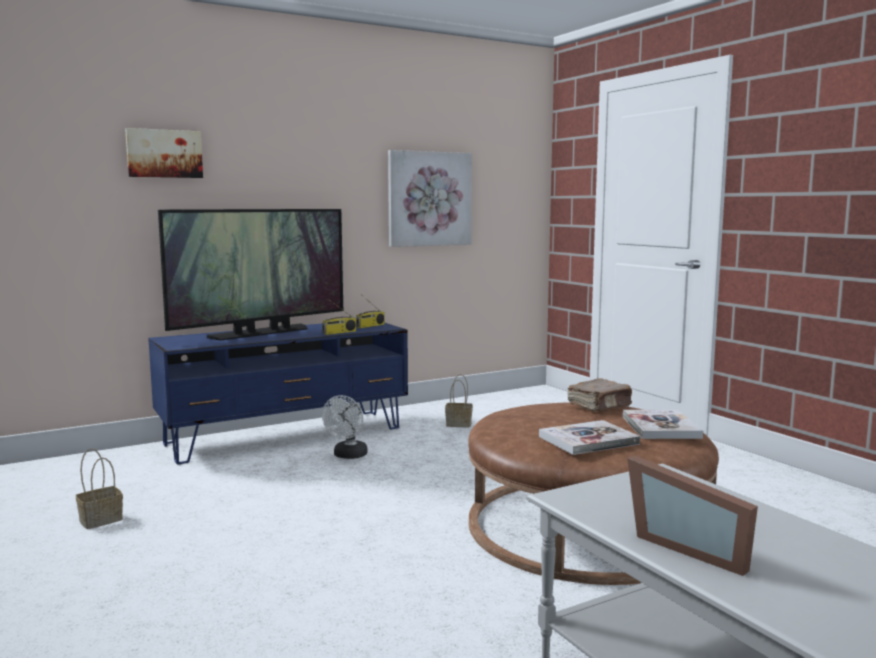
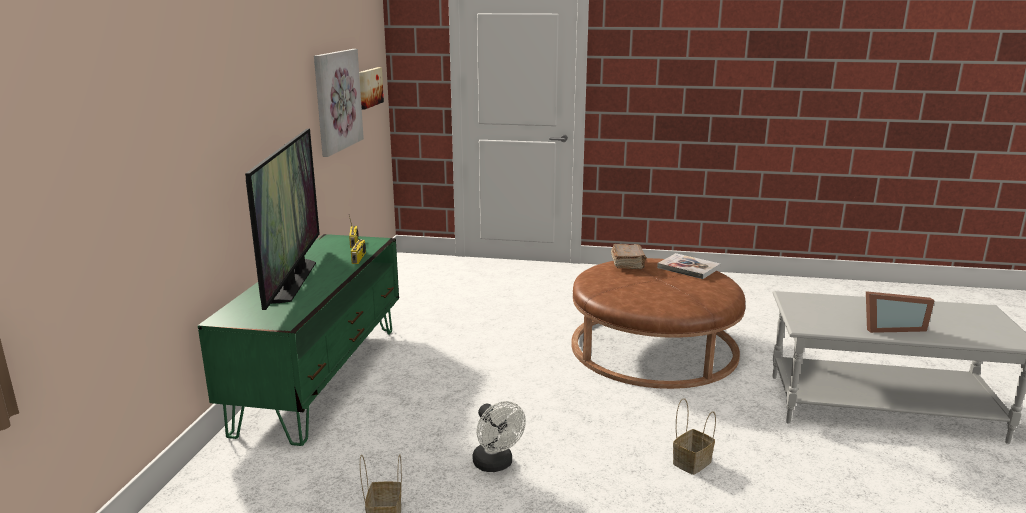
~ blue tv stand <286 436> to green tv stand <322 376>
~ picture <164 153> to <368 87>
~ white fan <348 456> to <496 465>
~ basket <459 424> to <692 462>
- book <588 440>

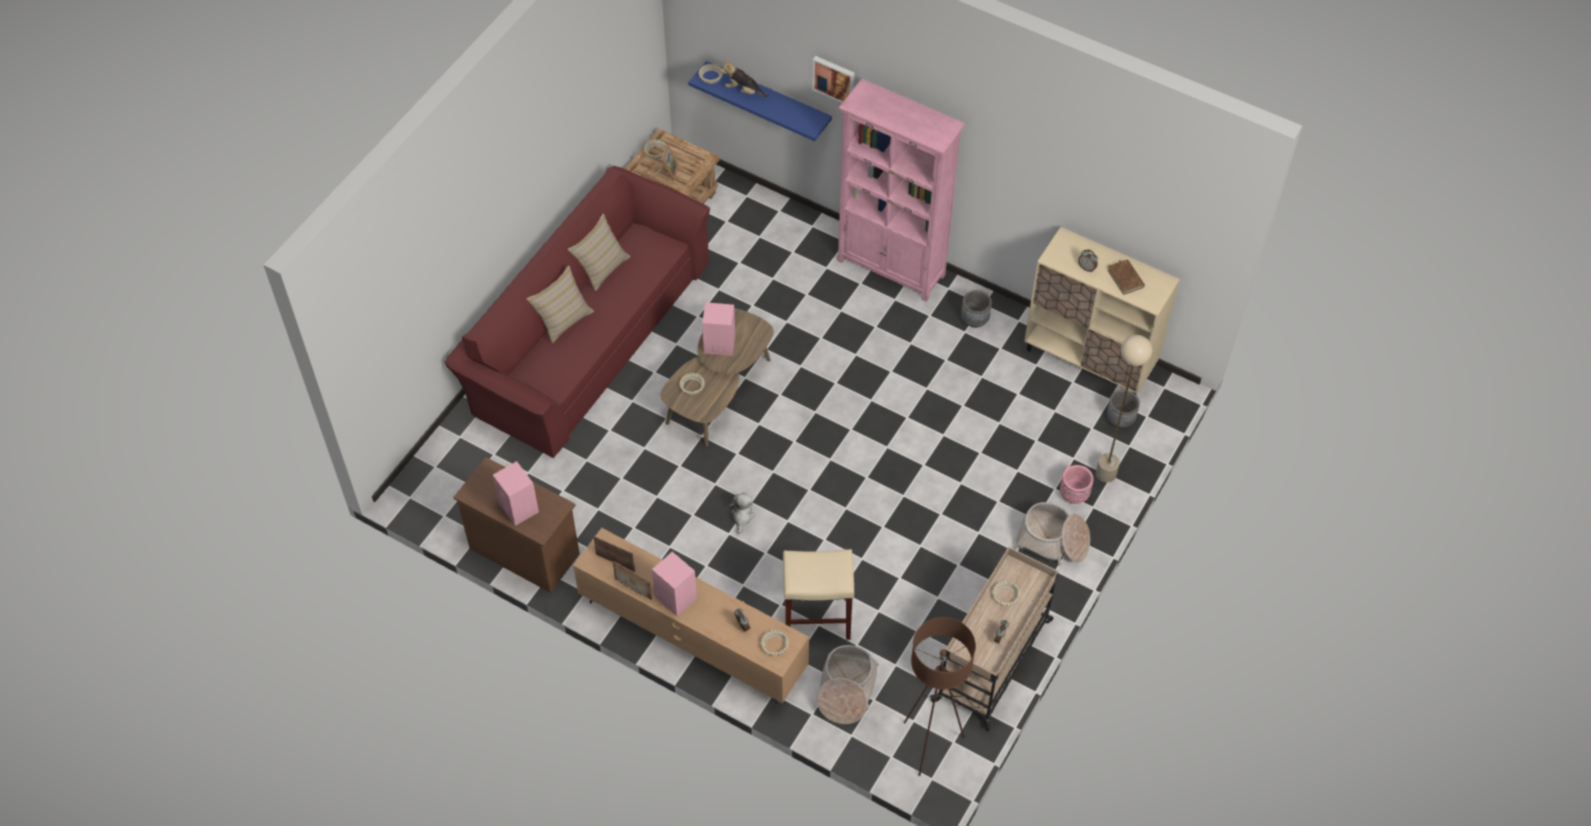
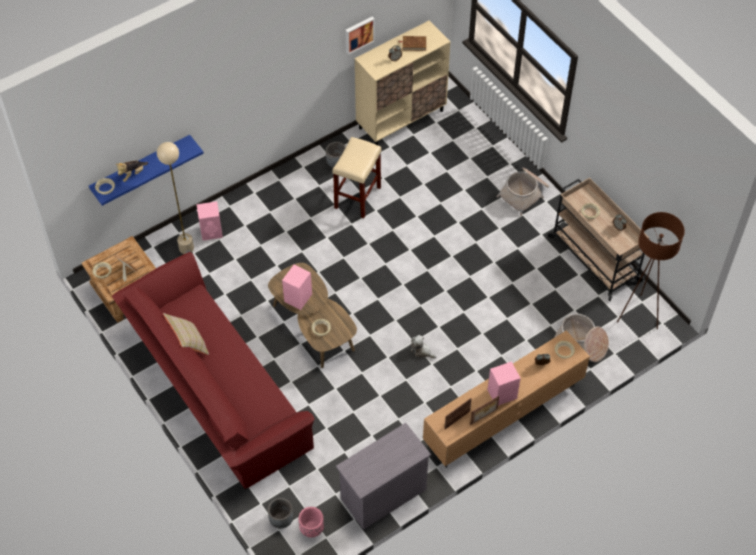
~ beige floor lamp <1106 473> to <186 248>
~ pink speaker <519 508> to <212 231>
~ grey planter <1120 419> to <281 520>
~ pink planter <1074 494> to <311 528>
~ beige stool <816 619> to <357 198>
~ brown dresser <524 551> to grey dresser <383 494>
~ picture <834 79> to <359 34>
- beige pillow <563 319>
- pink bookcase <891 268>

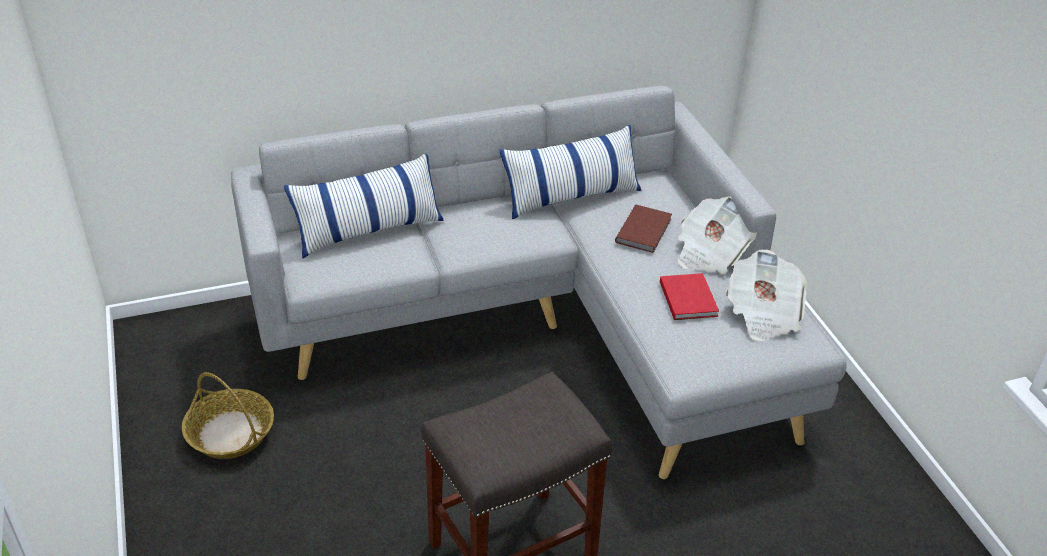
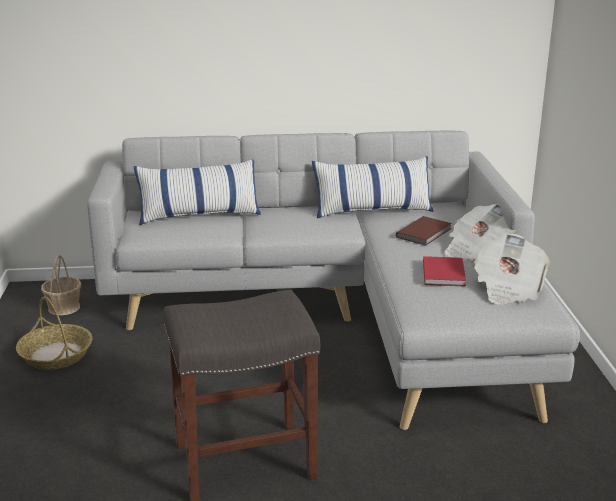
+ basket <64 307>

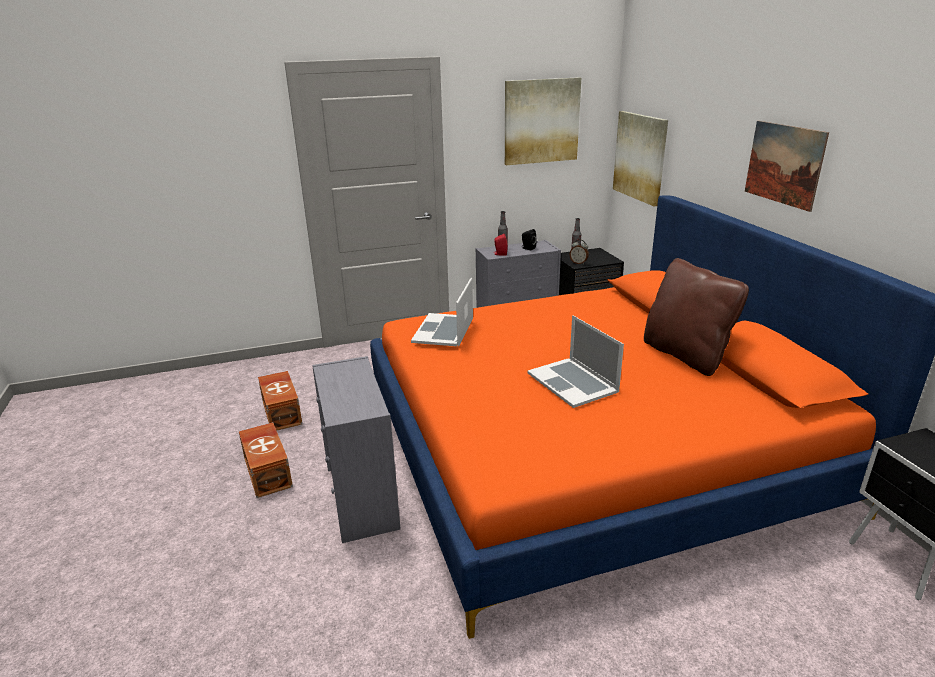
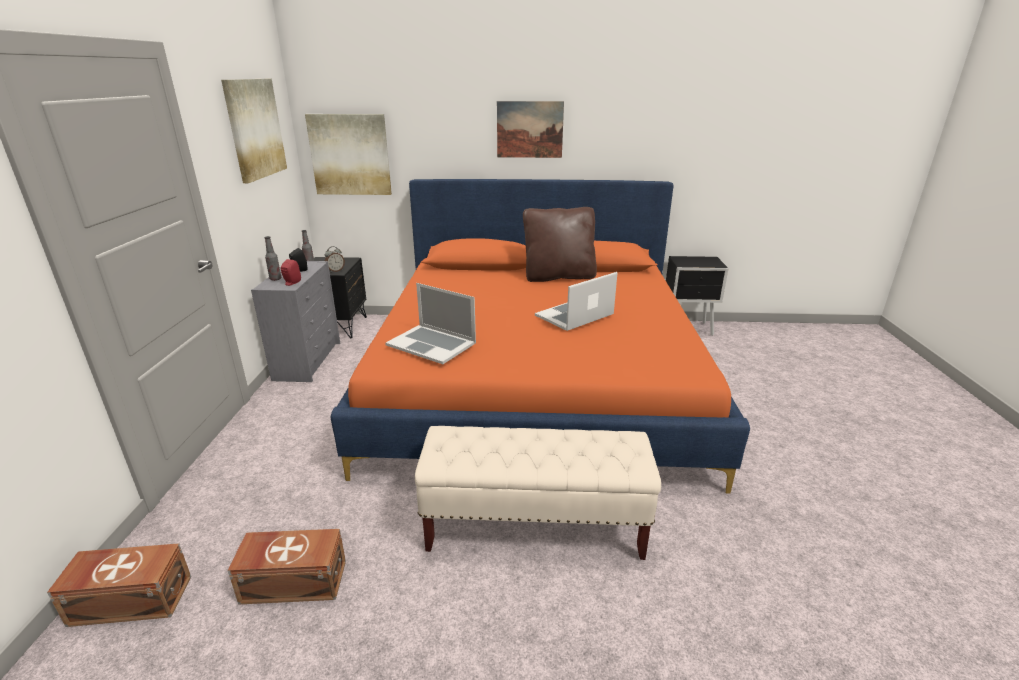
~ brown storage box <268 471> to <130 599>
~ grey dresser <362 498> to beige bench <535 526>
~ laptop <572 382> = <575 315> 150 degrees clockwise

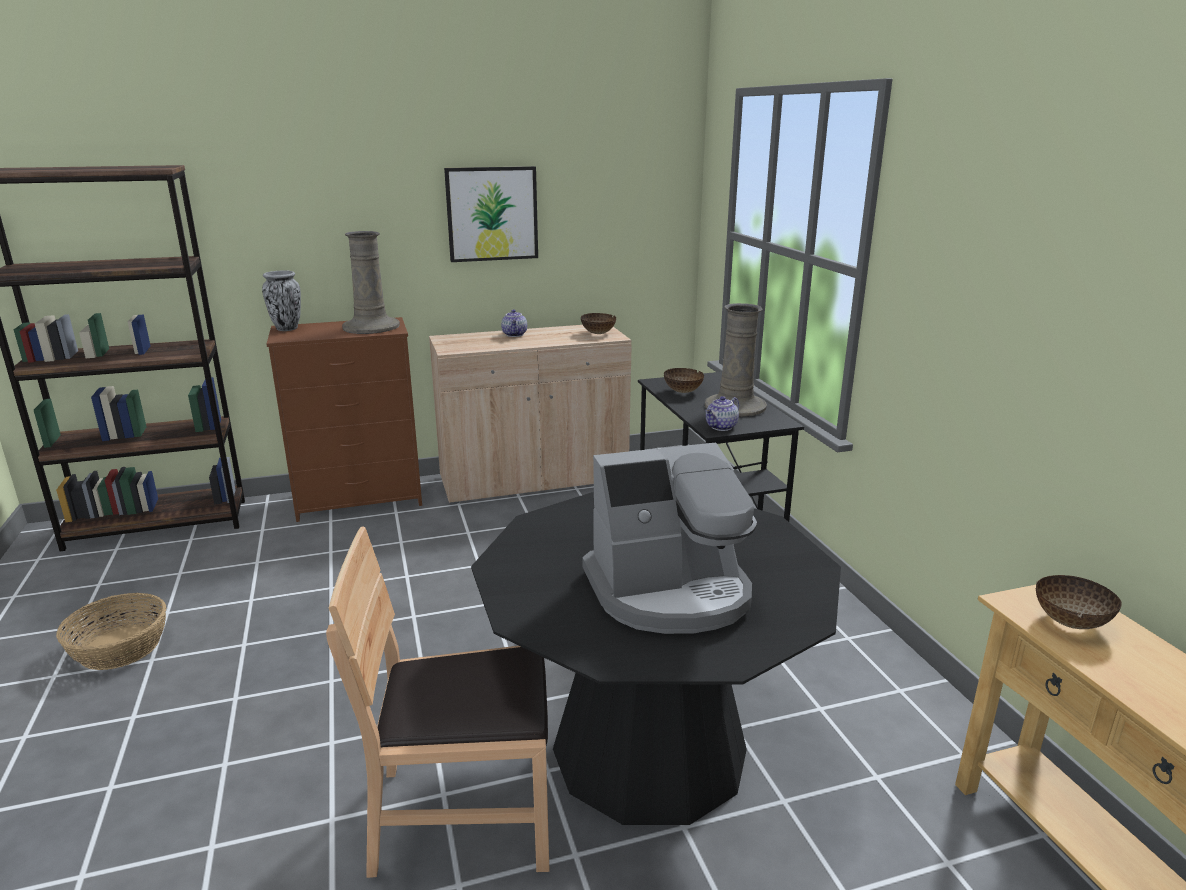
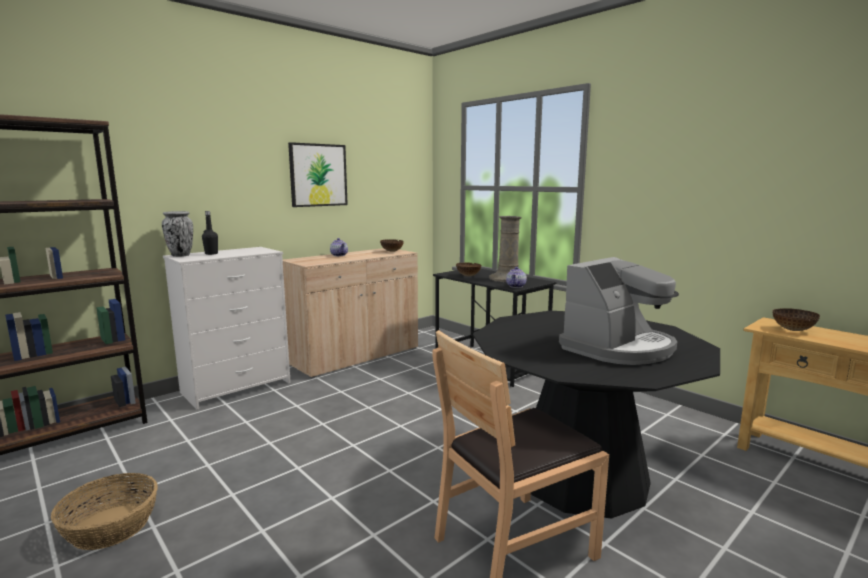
~ brown dresser <360 499> to white dresser <237 387>
+ black bottle <211 253>
- beige vase <370 327>

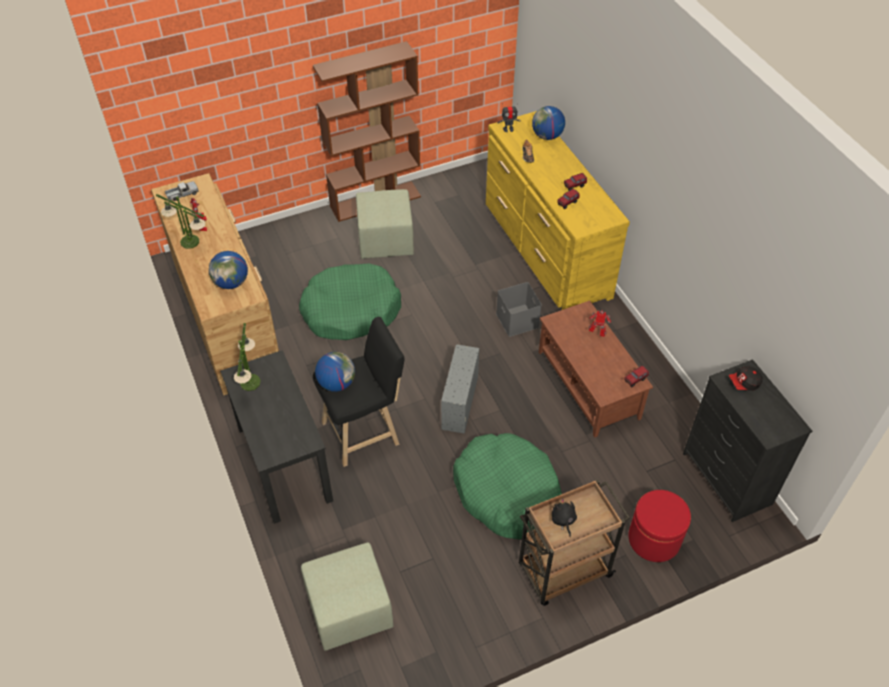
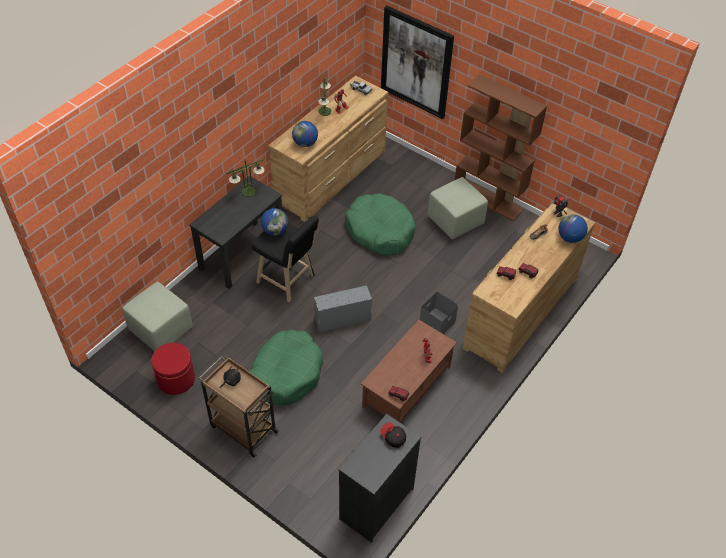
~ red ottoman <654 539> to <176 379>
+ picture <416 62>
~ yellow dresser <545 249> to brown dresser <520 312>

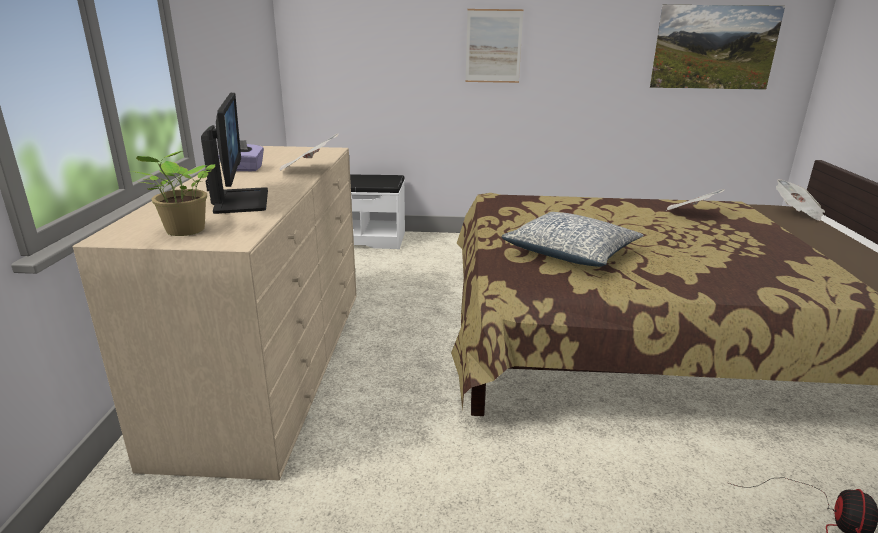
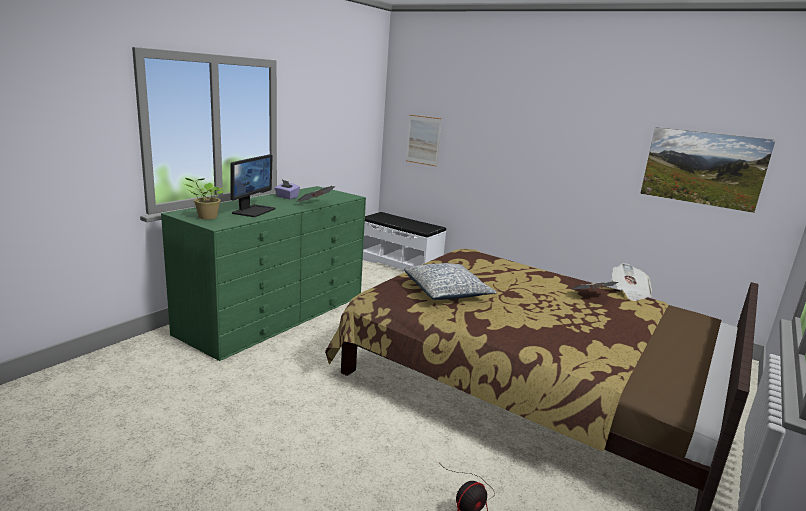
~ beige dresser <272 363> to green dresser <276 313>
~ picture <493 46> to <423 140>
~ newspaper <797 213> to <629 293>

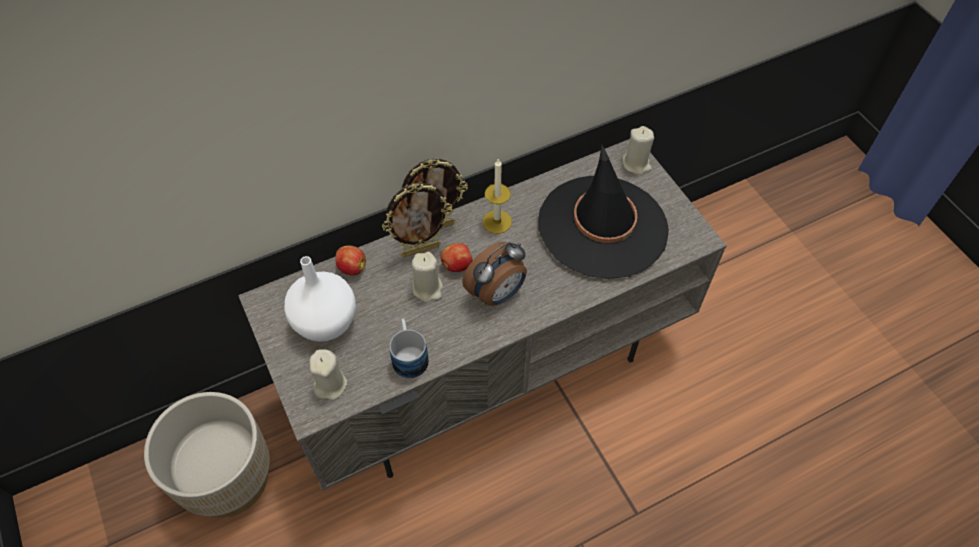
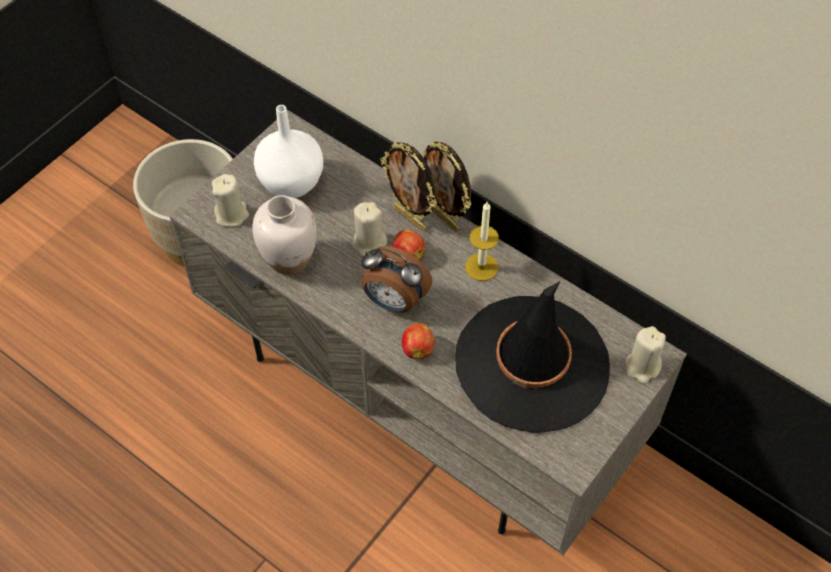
~ mug <409 355> to white vase <289 259>
~ apple <351 267> to <418 348>

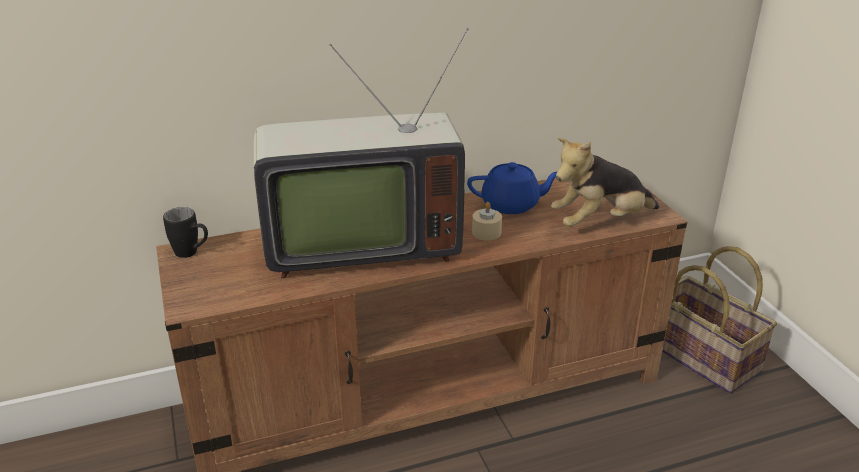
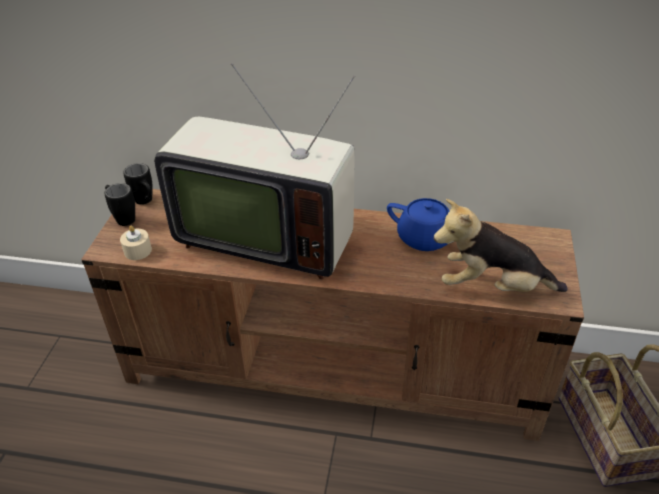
+ black mug <122 217>
~ beige candle <486 232> to <137 251>

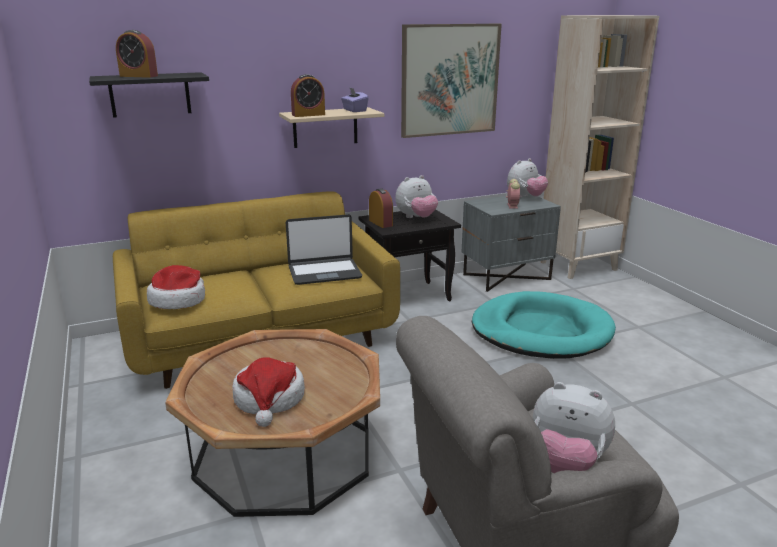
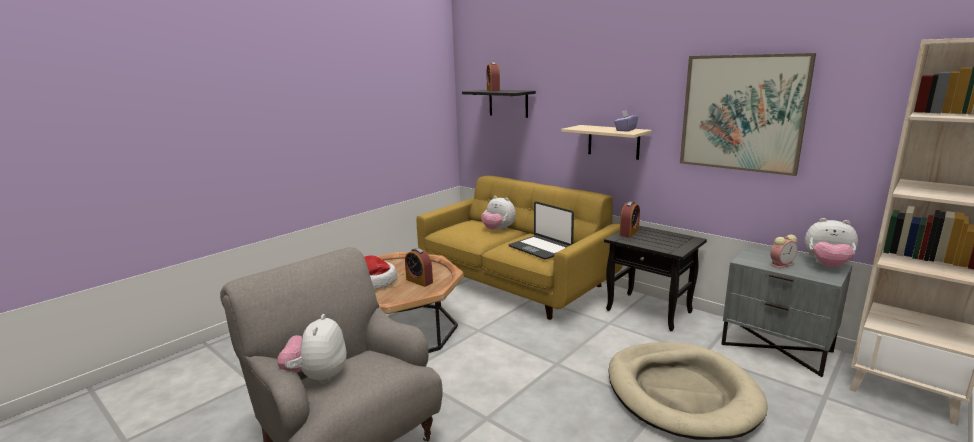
~ alarm clock <308 115> to <419 281>
~ plush toy <416 218> to <498 230>
~ turquoise dog bed <541 331> to beige dog bed <681 393>
- hat <178 300>

